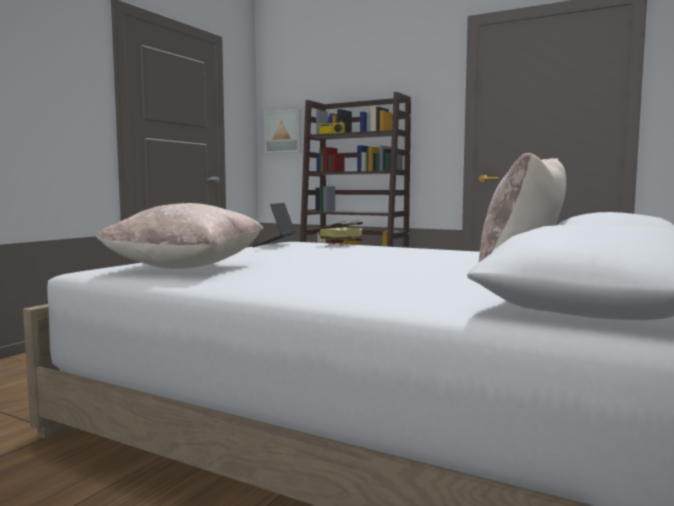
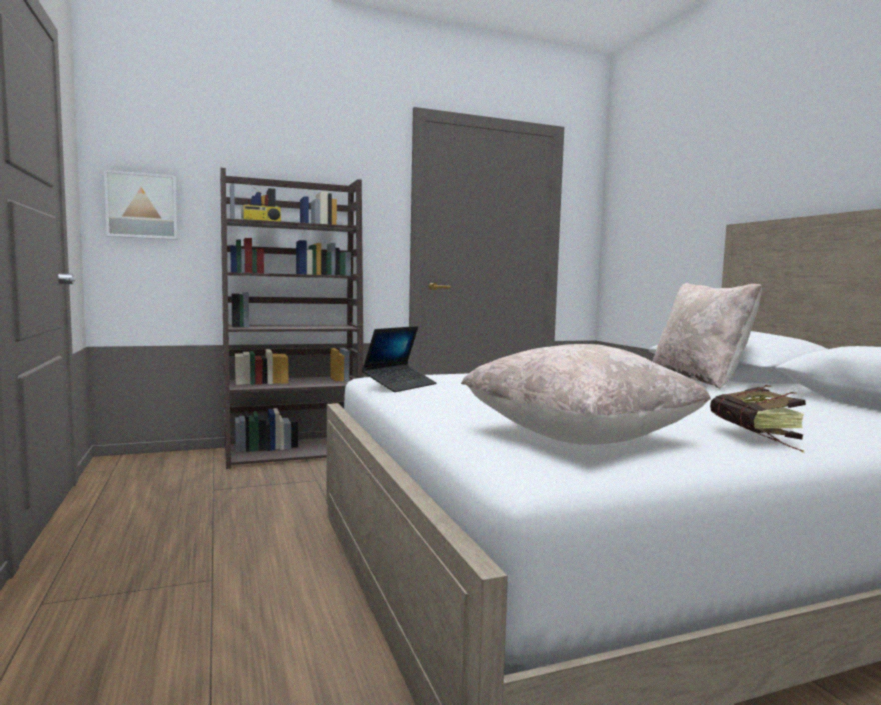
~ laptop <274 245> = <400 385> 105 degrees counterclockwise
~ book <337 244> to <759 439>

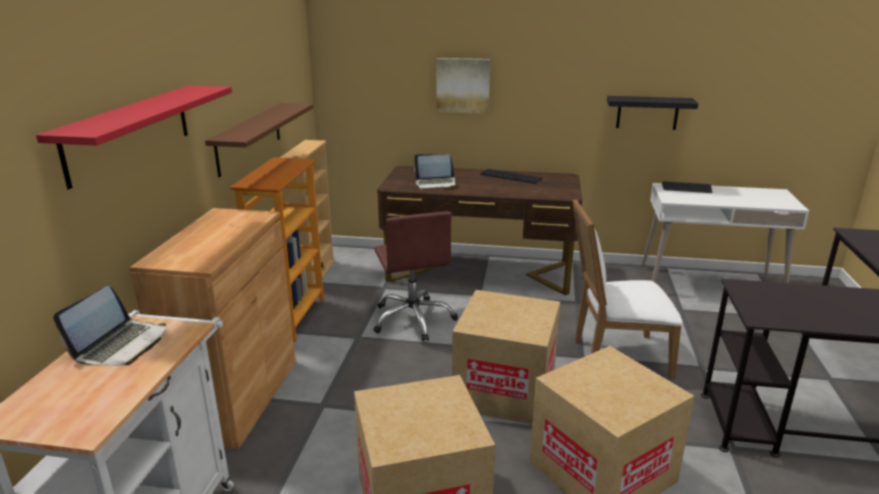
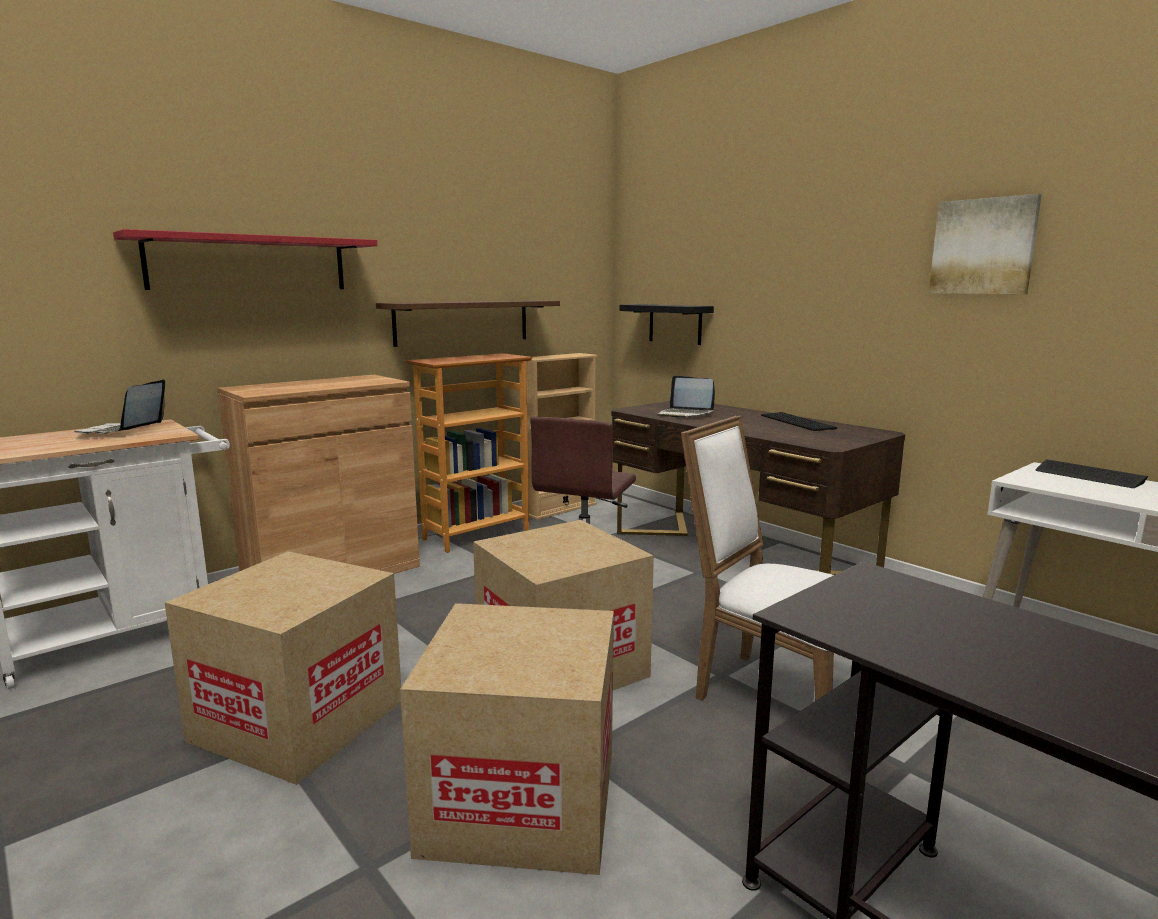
~ laptop <121 345> = <122 431> 120 degrees clockwise
~ black shelf <647 112> to <675 324>
~ picture <463 85> to <983 246>

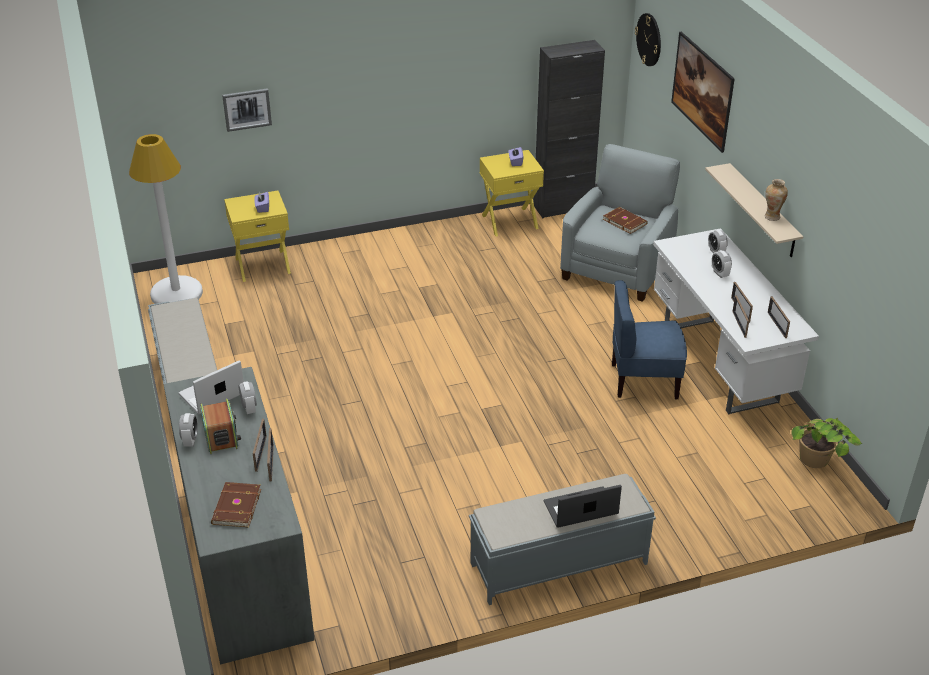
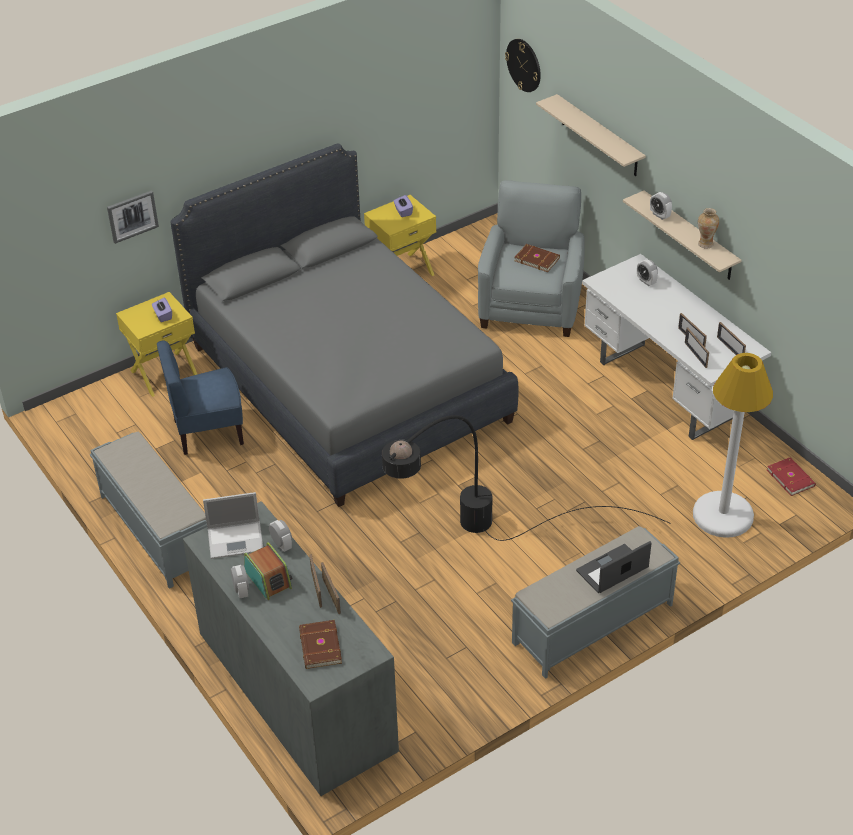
~ blue chair <643 381> to <208 432>
+ grey bed <348 383>
~ laptop <211 395> = <236 539> 135 degrees counterclockwise
+ black floor lamp <470 553>
~ picture <700 108> to beige shelf <599 136>
~ alarm clock <719 273> to <659 215>
~ white floor lamp <176 293> to <723 515>
~ potted plant <818 469> to red book <791 477>
- black cabinet <563 207>

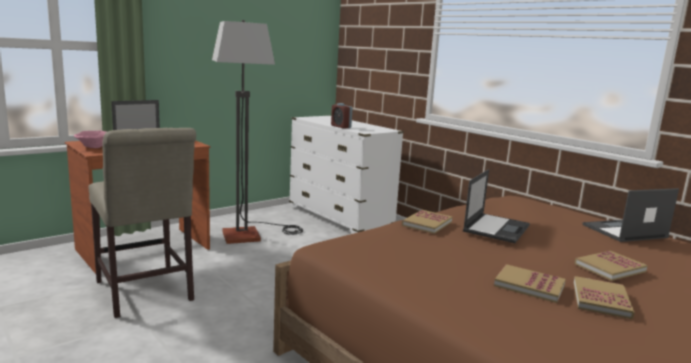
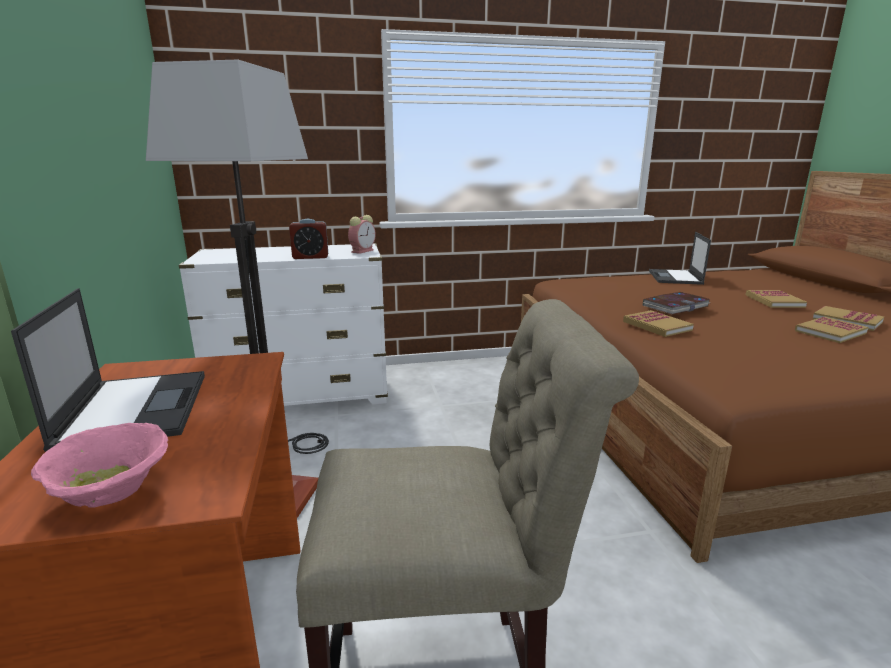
+ alarm clock <363 251>
~ laptop <496 228> to book <675 306>

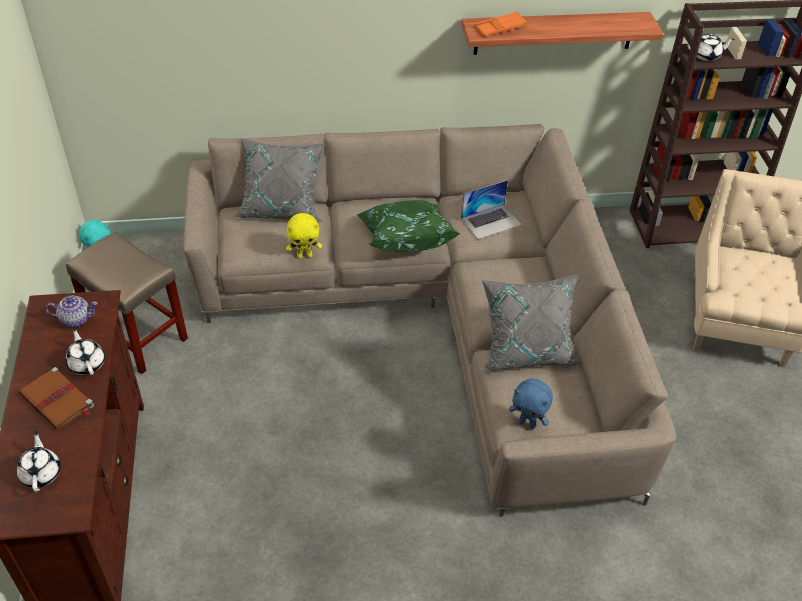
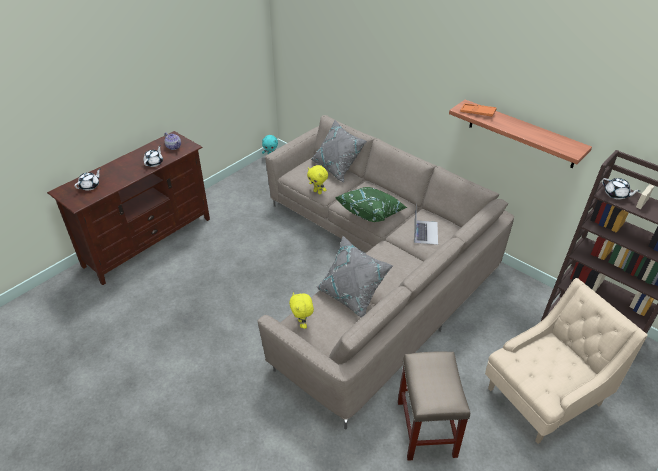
~ blue plush toy <527 423> to yellow plush toy <302 324>
~ beige stool <139 337> to <426 429>
~ laptop <491 221> = <425 232> 105 degrees counterclockwise
- brown book <58 401>

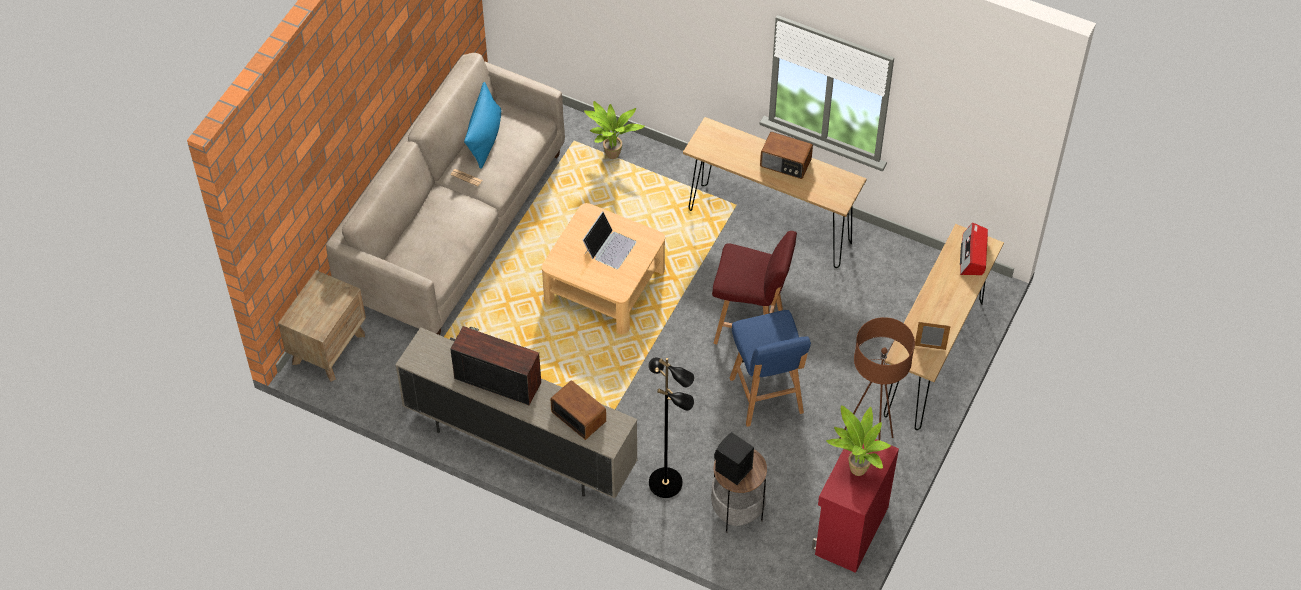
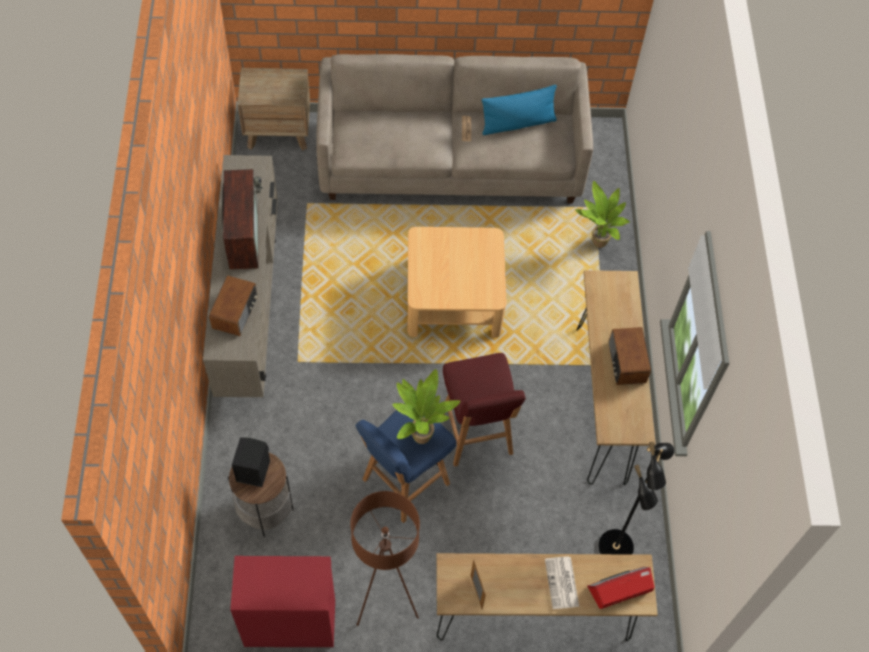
~ potted plant <855 471> to <419 435>
+ newspaper <562 583>
~ black floor lamp <666 482> to <616 547>
- laptop <609 247>

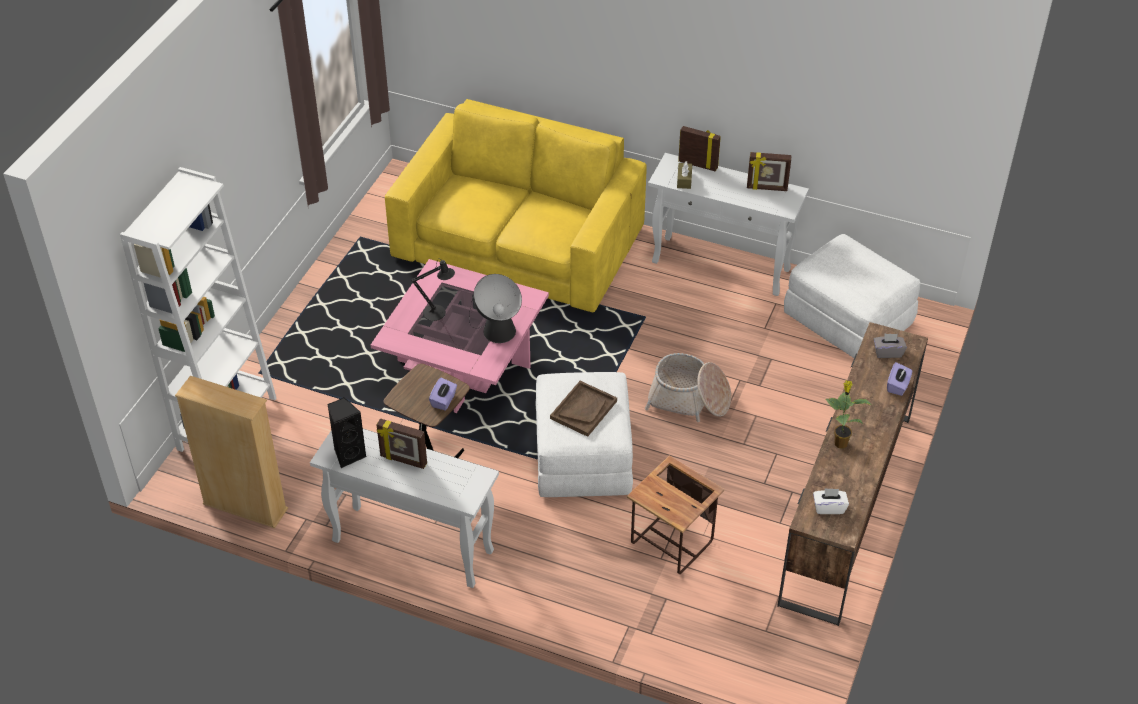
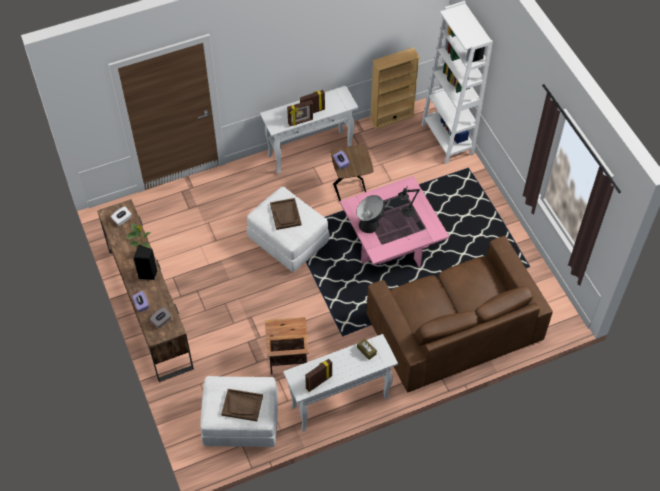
~ black speaker <348 454> to <148 274>
+ brown tray <242 405>
~ side table <673 544> to <287 359>
~ picture frame <698 164> to <300 122>
~ yellow sofa <519 243> to brown sofa <454 329>
- basket <689 399>

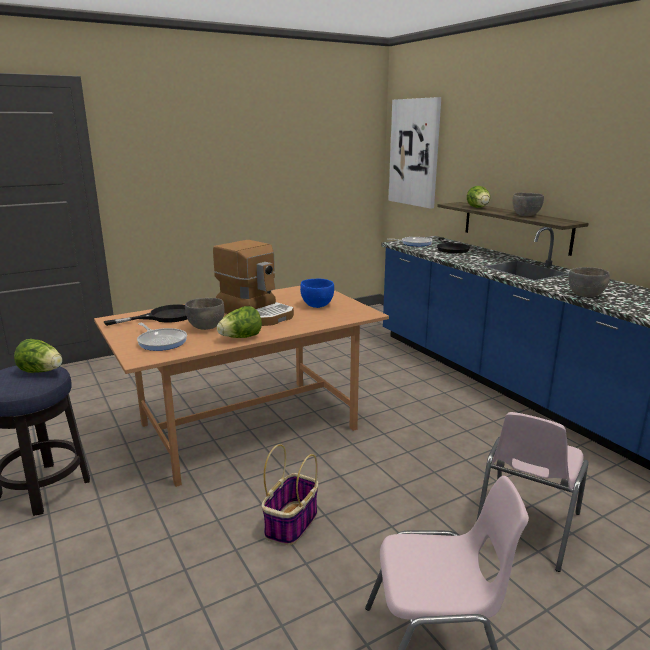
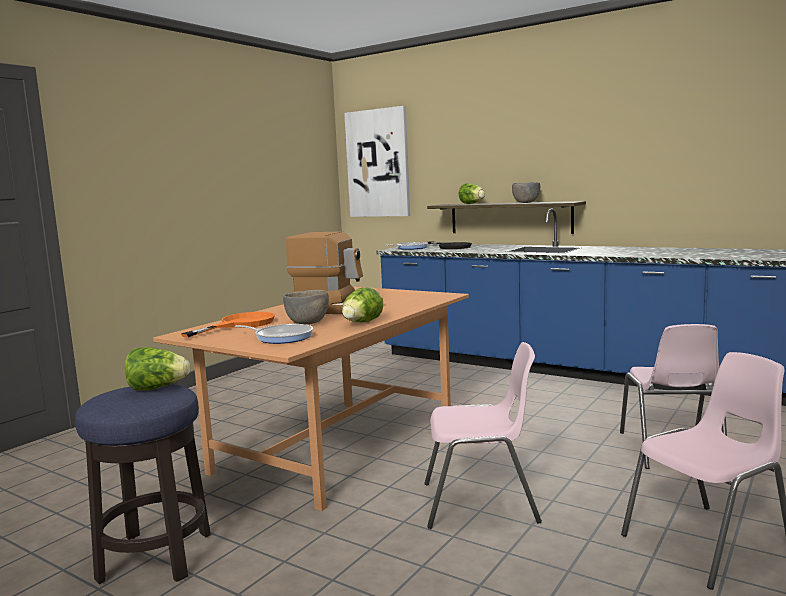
~ black frying pan <163 317> to orange frying pan <240 324>
~ basket <291 524> to pink chair <481 503>
- blue bowl <317 305>
- grey bowl <586 295>

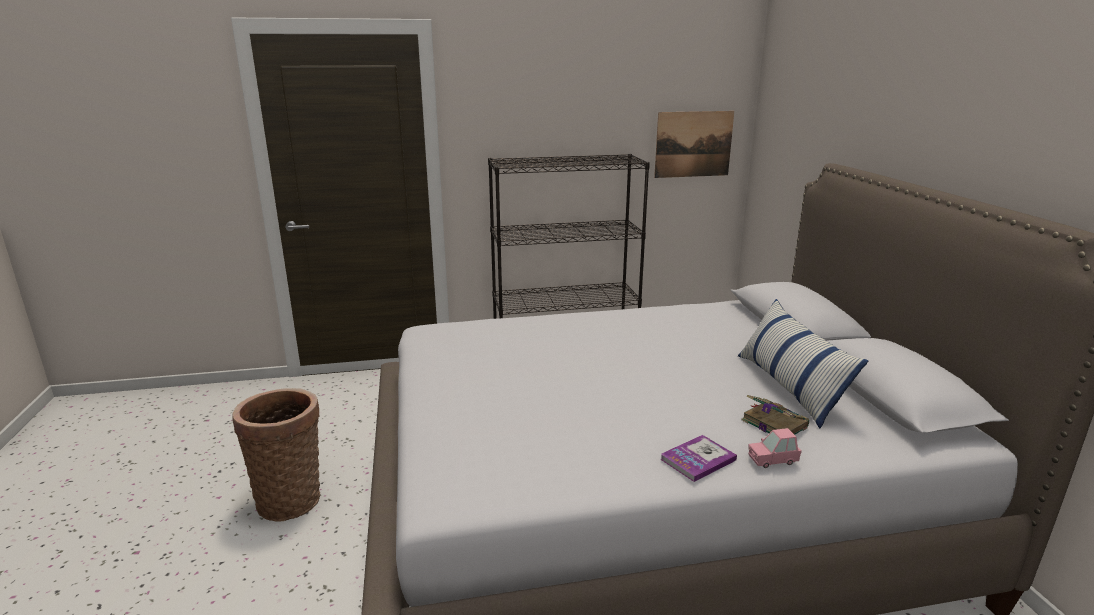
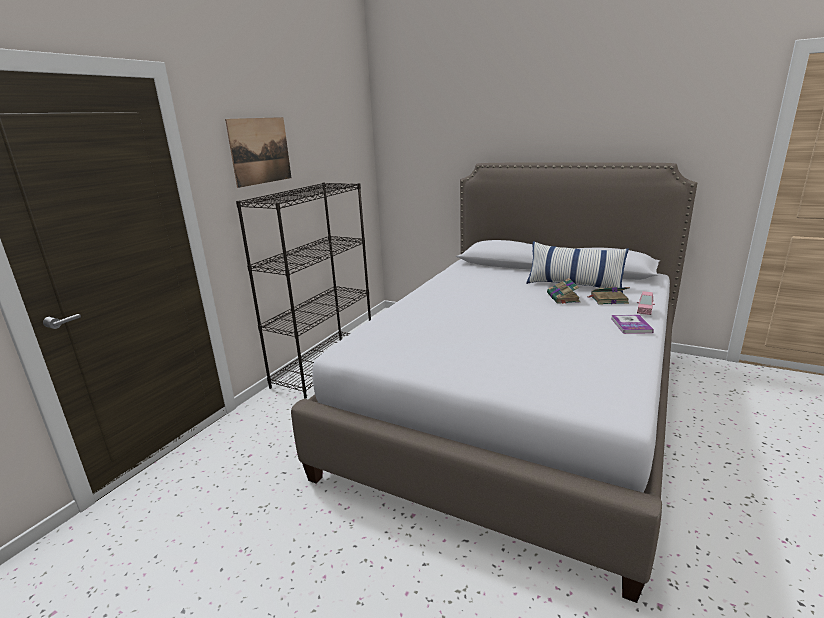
~ picture <693 144> to <260 151>
+ book <563 298>
- basket <291 498>

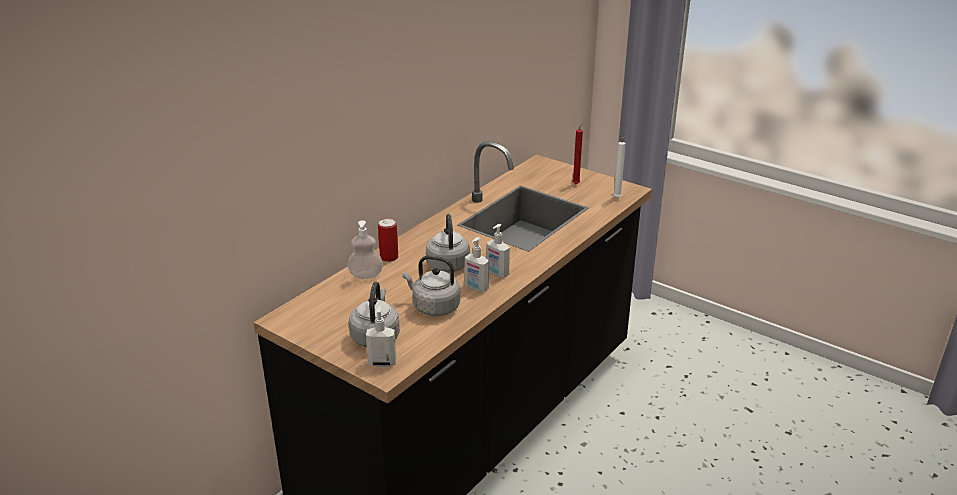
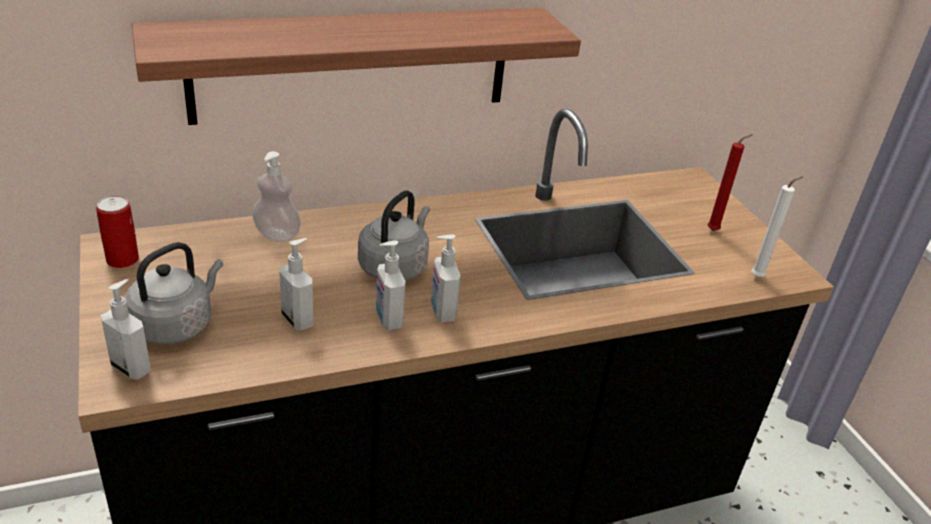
~ can <389 257> to <122 260>
+ shelf <353 64>
~ grey kettle <433 307> to soap dispenser <298 320>

